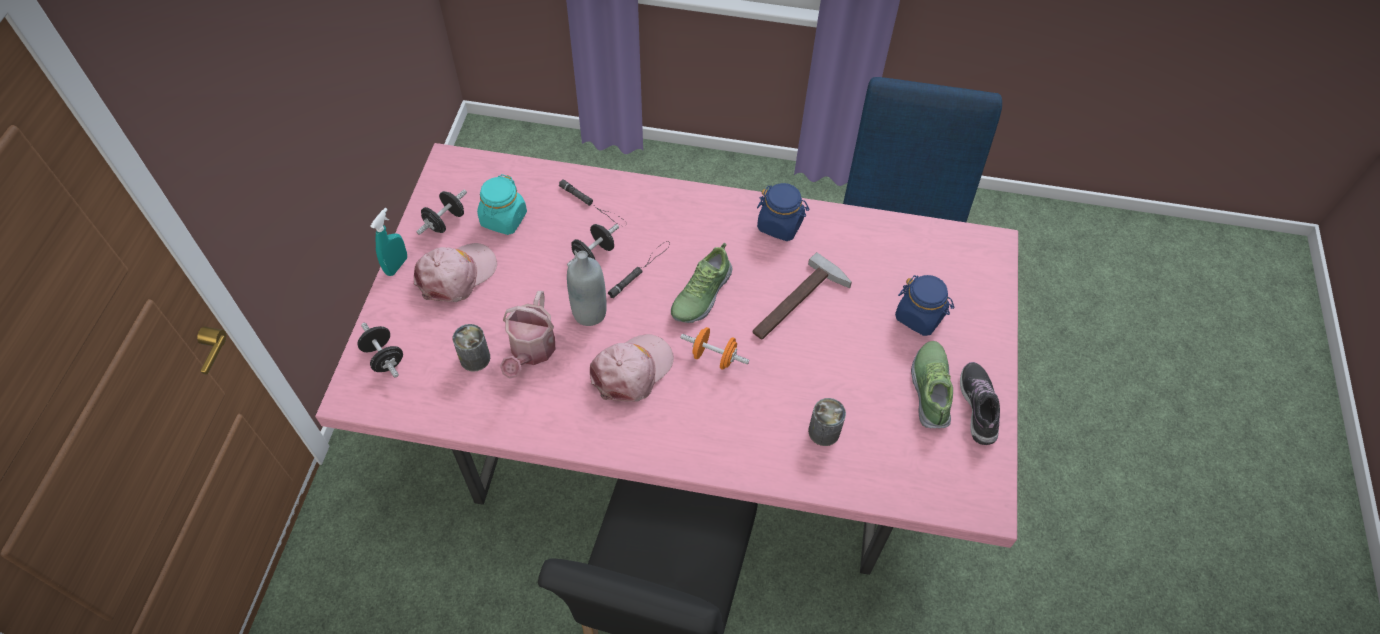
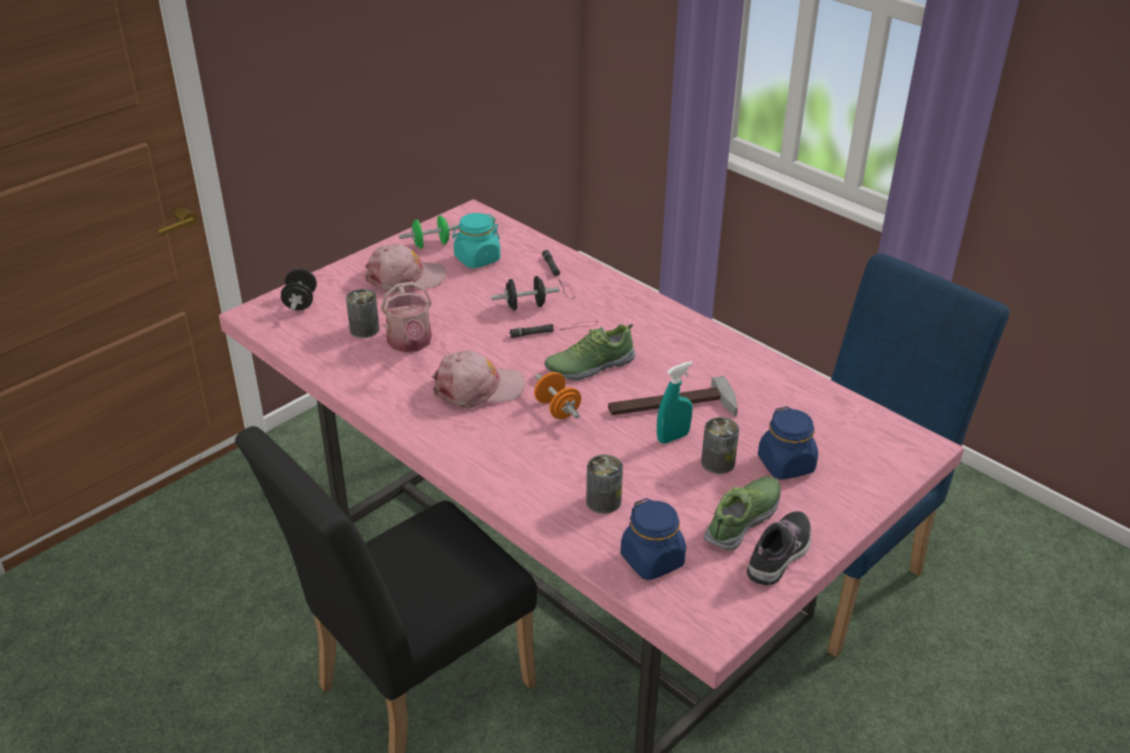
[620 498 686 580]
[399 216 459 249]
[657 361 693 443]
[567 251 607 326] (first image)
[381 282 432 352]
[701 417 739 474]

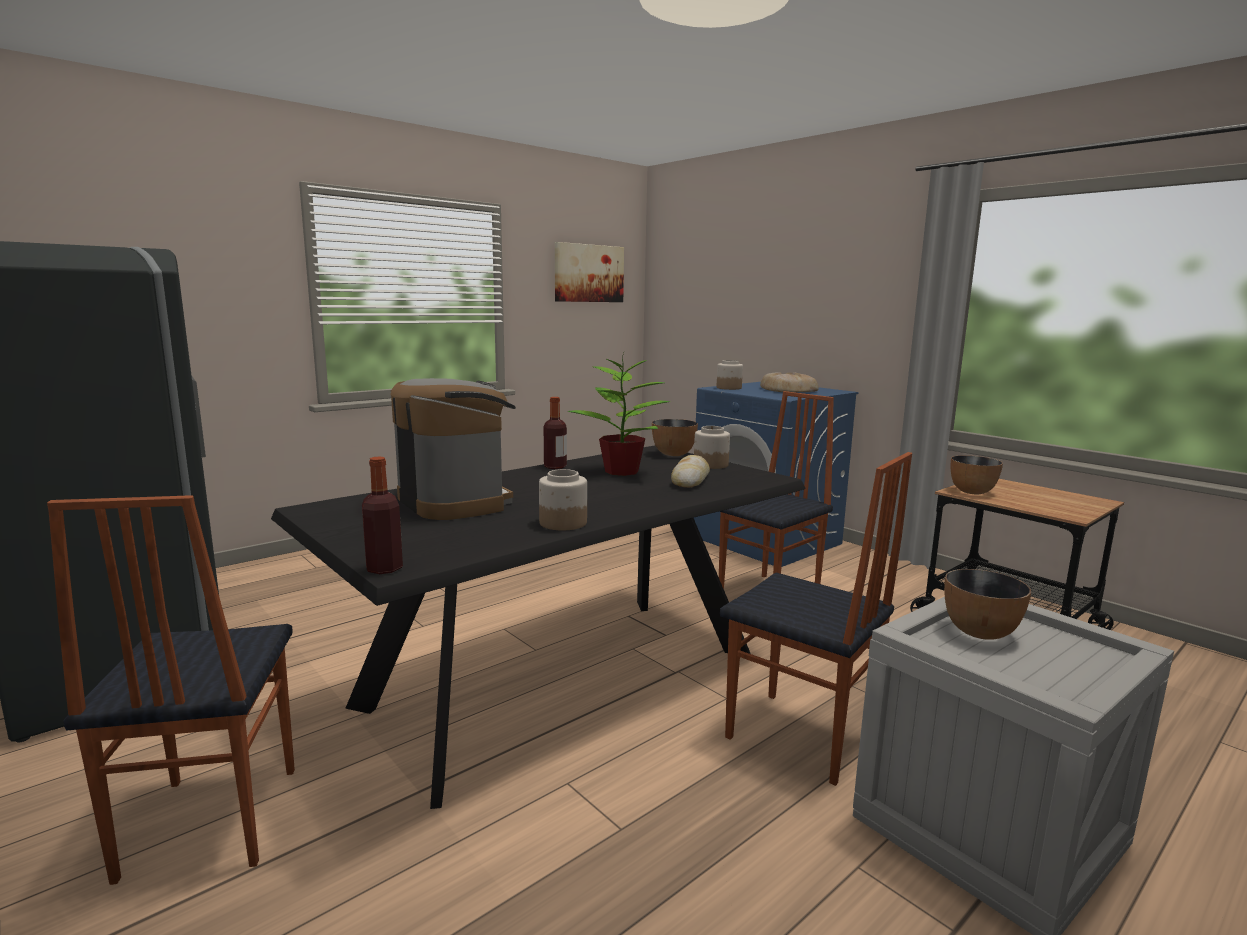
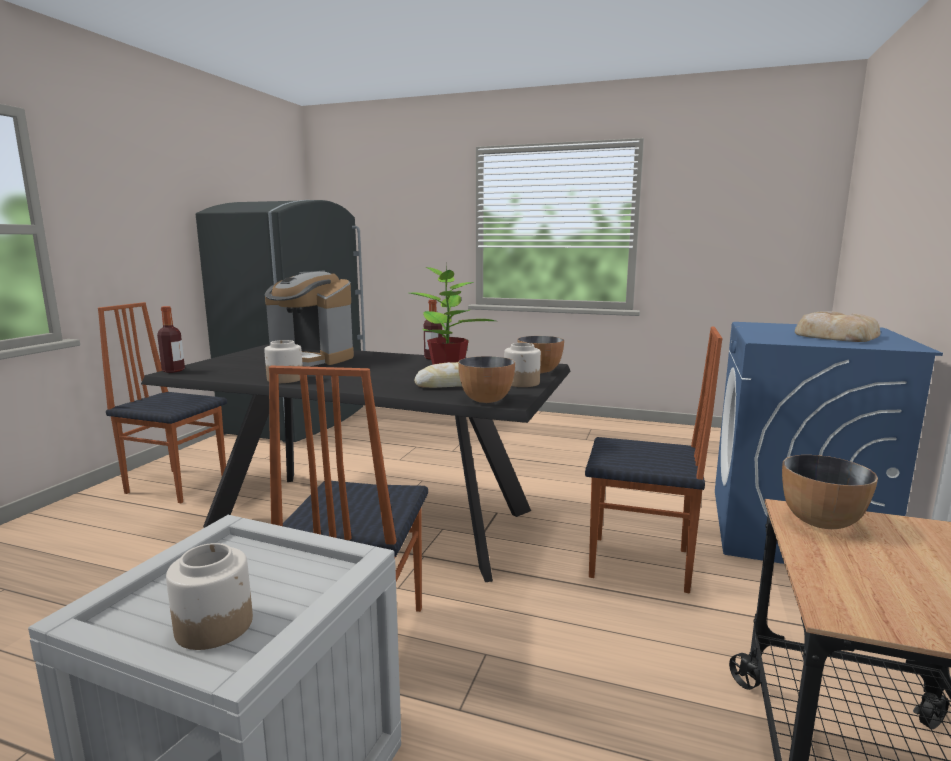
[555 242 624 302] (first image)
[166 543 253 650]
[264 272 354 366]
[98 302 227 503]
[458 356 515 403]

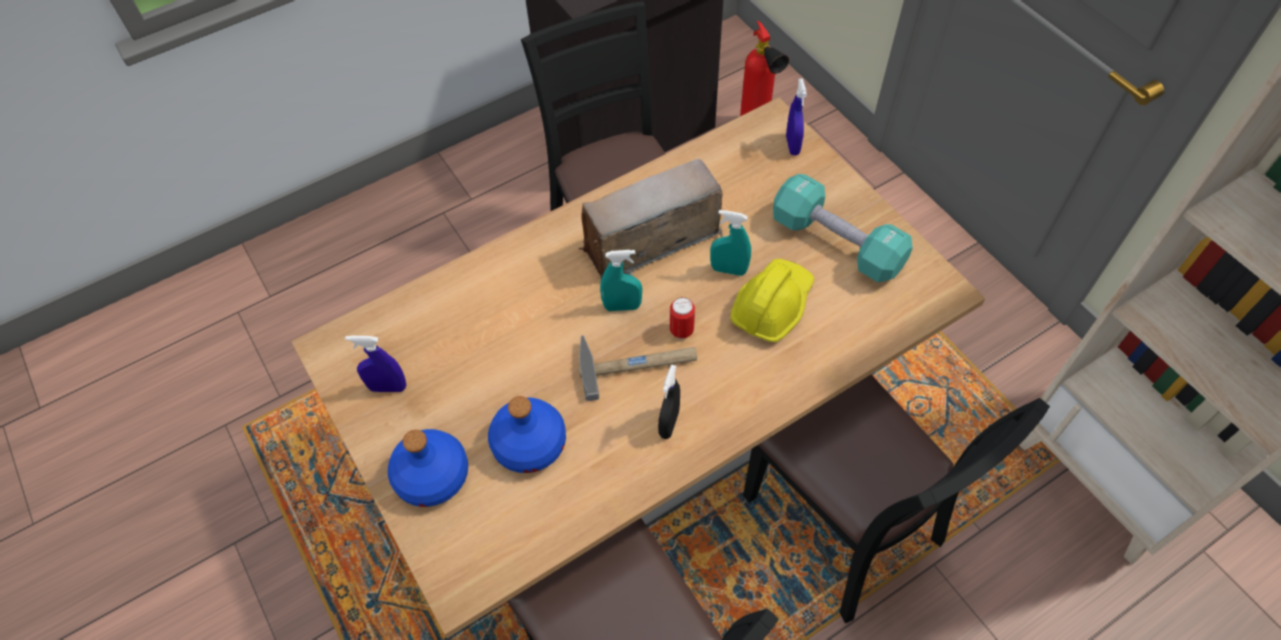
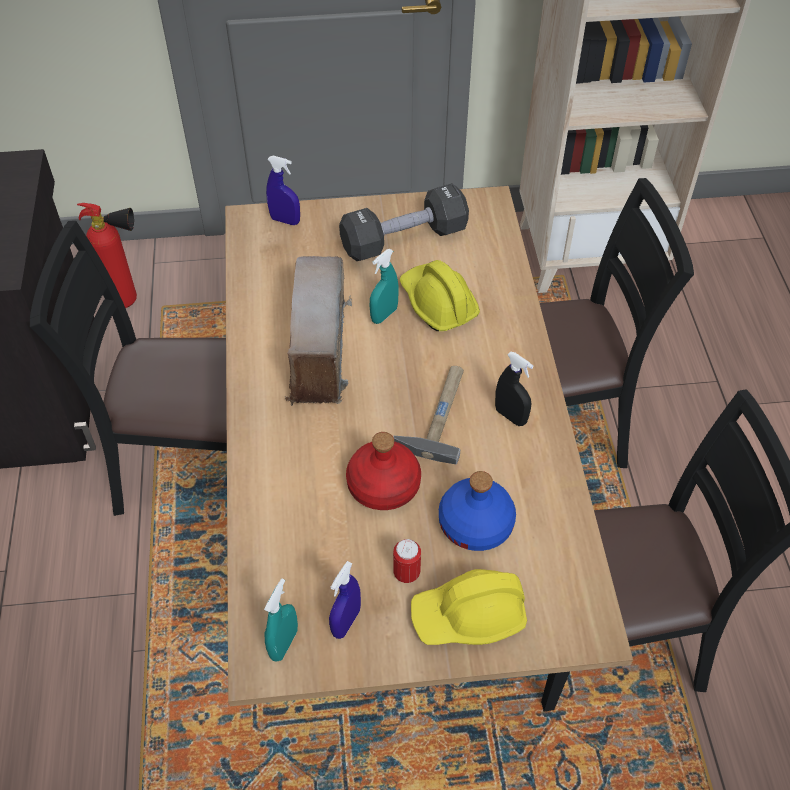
[339 183 469 261]
[264 579 298 662]
[393 539 421 583]
[411 569 527 645]
[346 432 421 510]

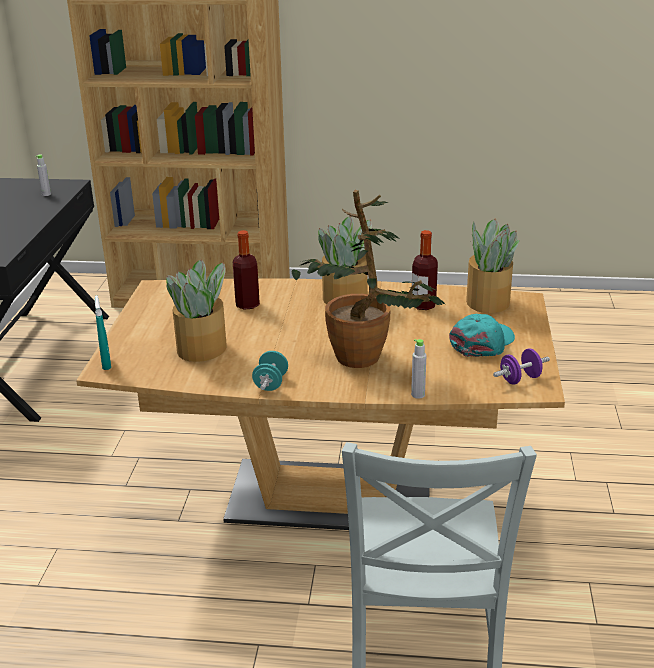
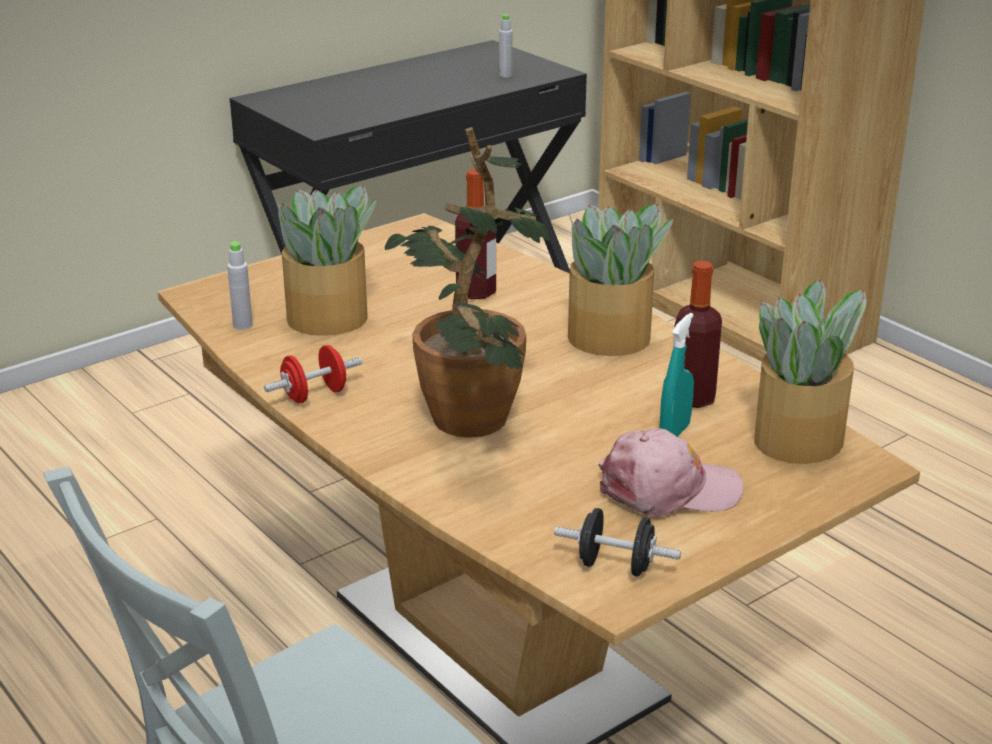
[659 313 694 437]
[598 428 744 517]
[227 240 253 330]
[554 508 681 576]
[264 345 362 403]

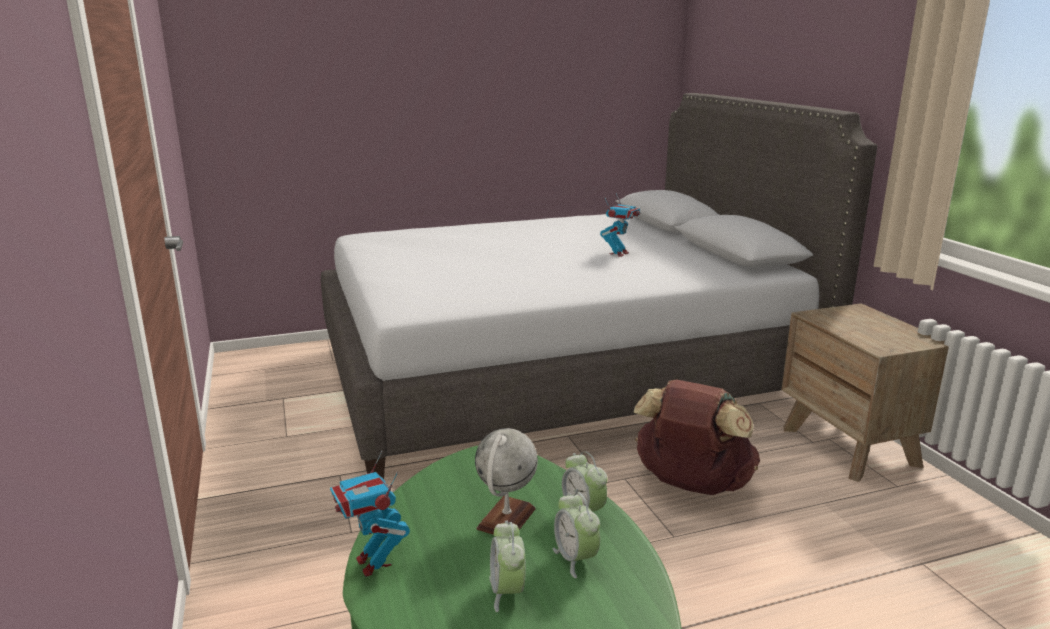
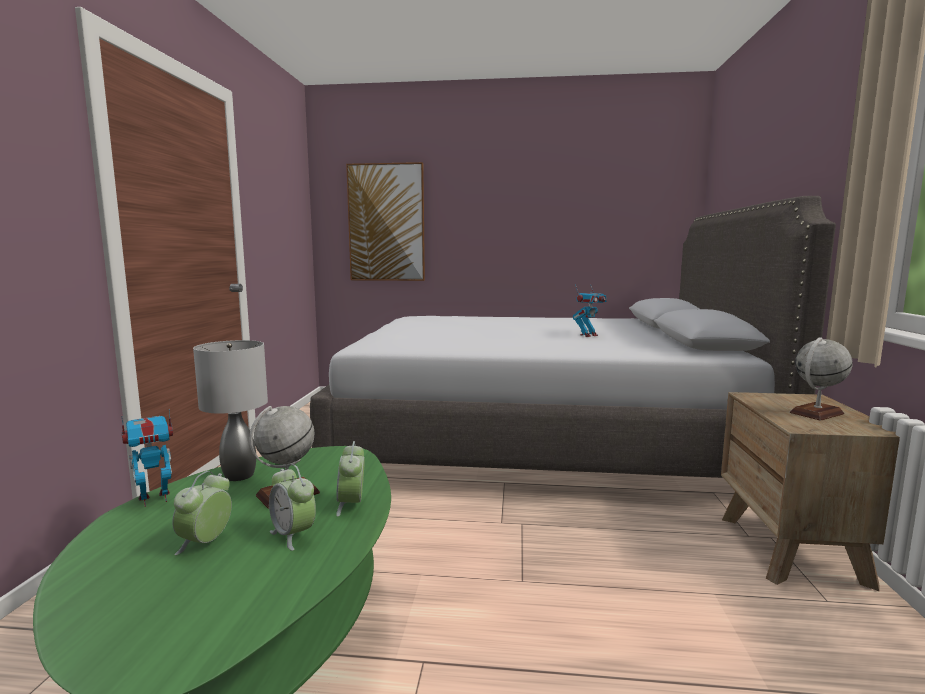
[633 380 760 495] (first image)
[121 409 173 507]
[269 464 316 551]
[346 162 425 281]
[789 337 853 421]
[193 340 268 481]

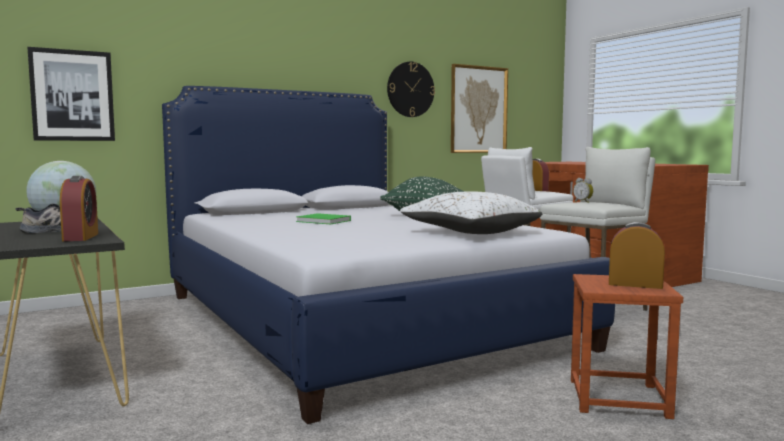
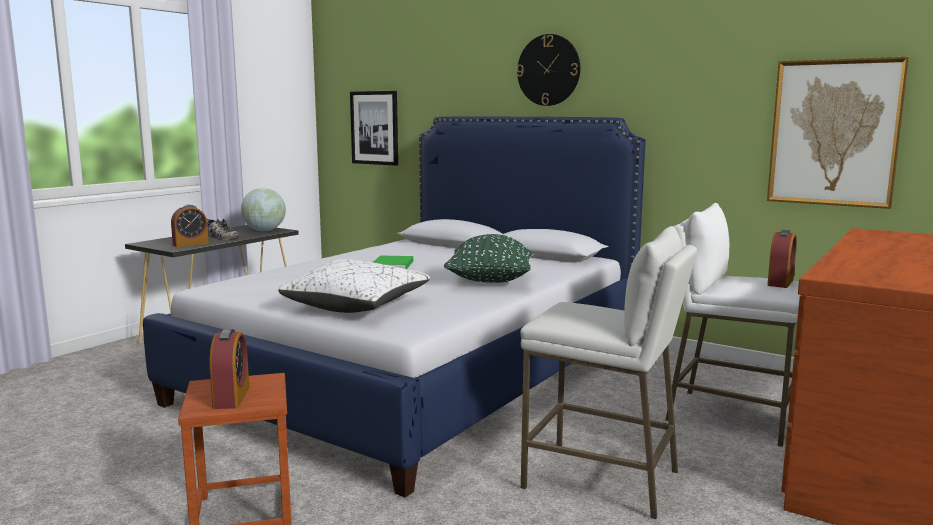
[517 34 580 106]
[573 178 594 203] (first image)

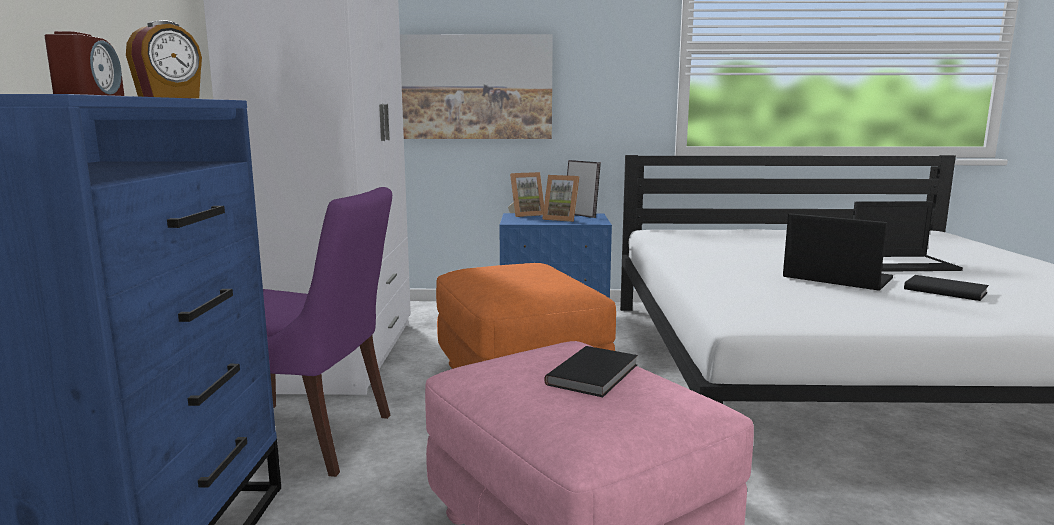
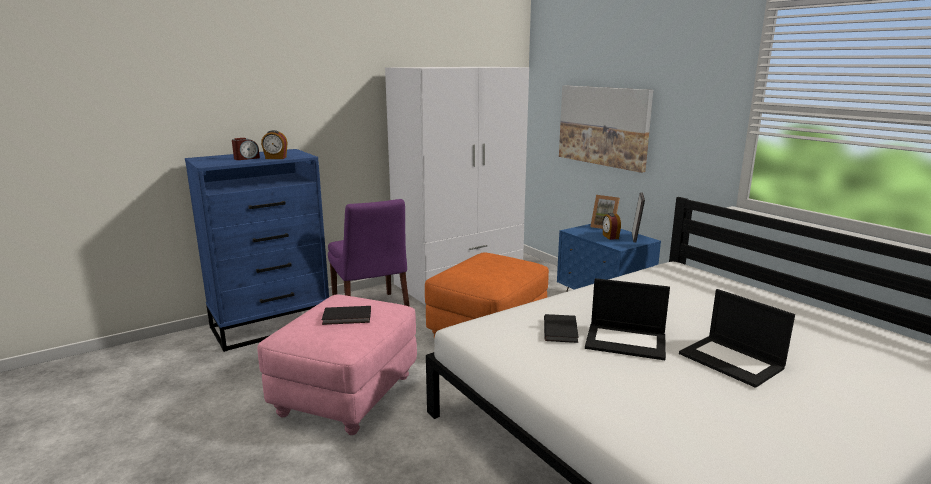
[602 213 621 240]
[585 278 670 360]
[544 314 579 343]

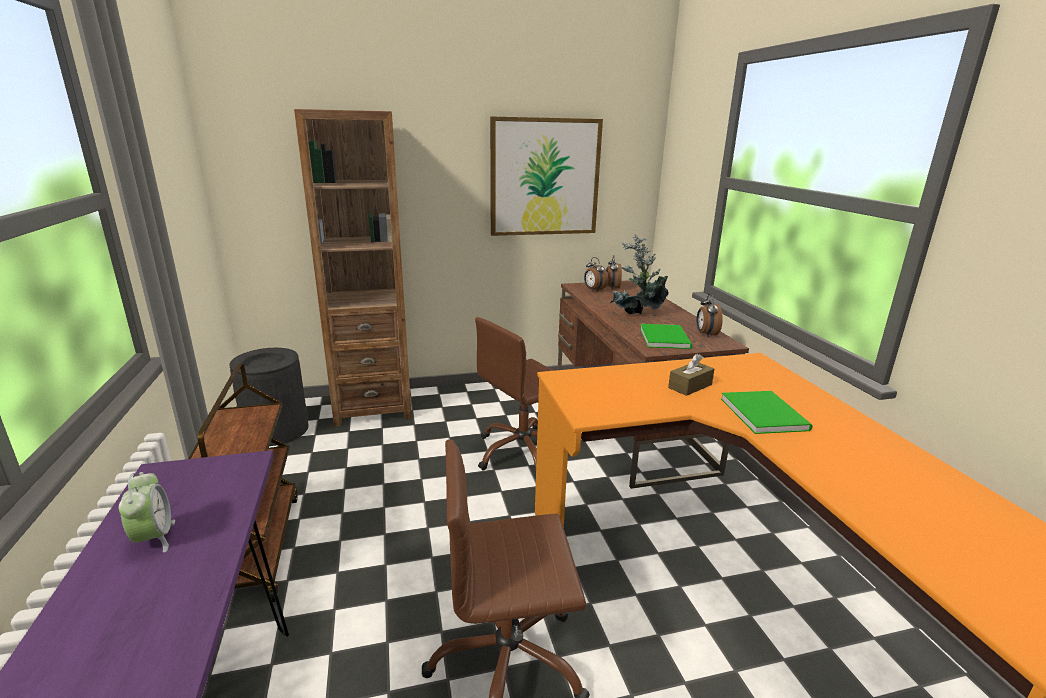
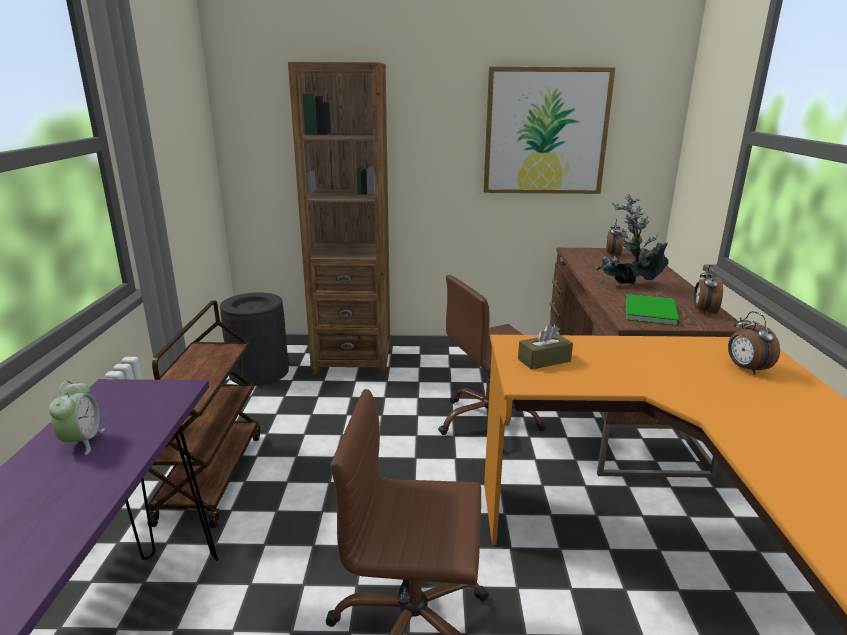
[728 311 780 375]
[518 324 573 370]
[721 391 813 434] (first image)

